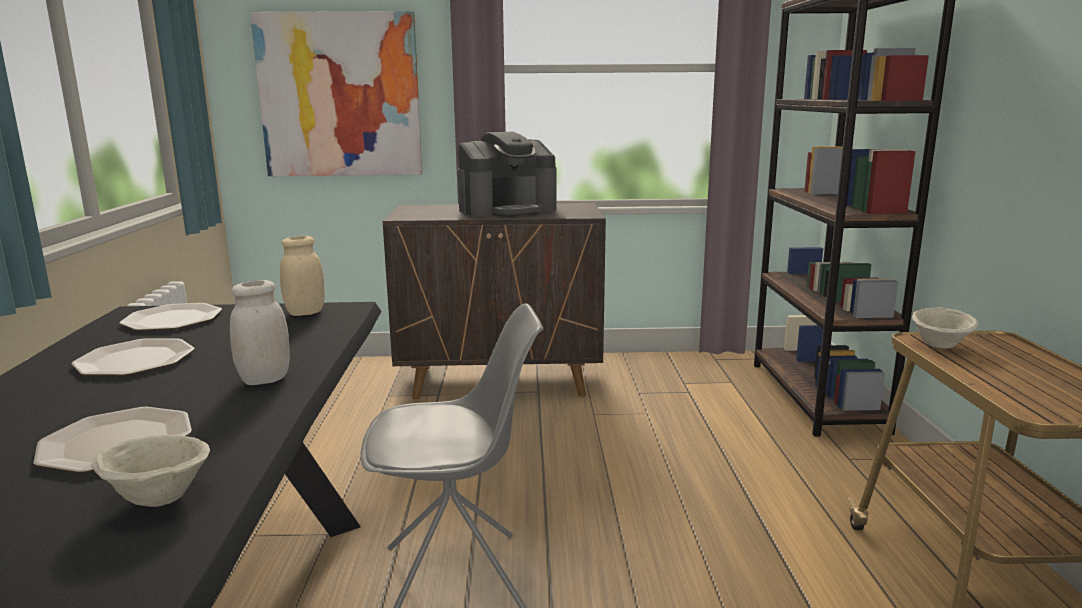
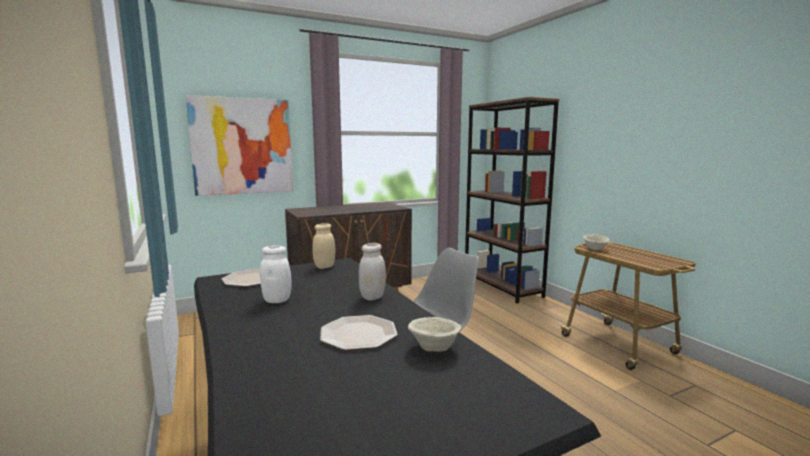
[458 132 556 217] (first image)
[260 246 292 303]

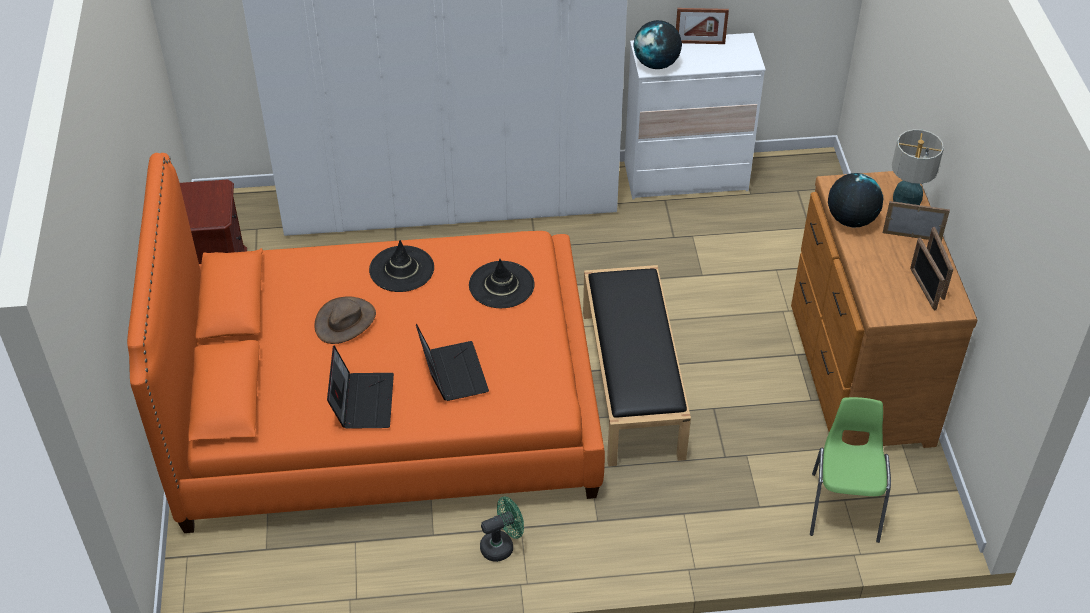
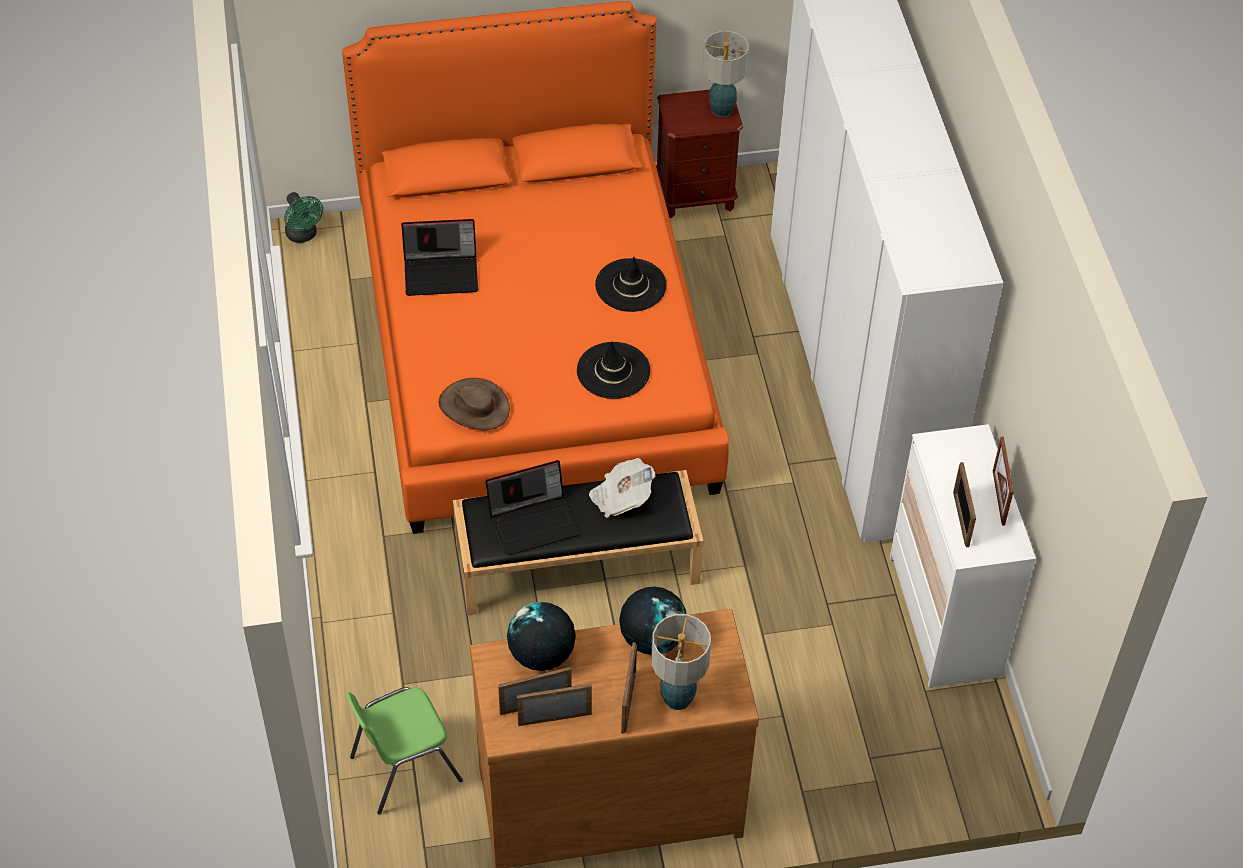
[507 602 576 671]
[439 378 510 430]
[485 460 579 556]
[345 687 463 815]
[284 192 323 243]
[703 31 749 117]
[589 458 656 518]
[953 462 976 547]

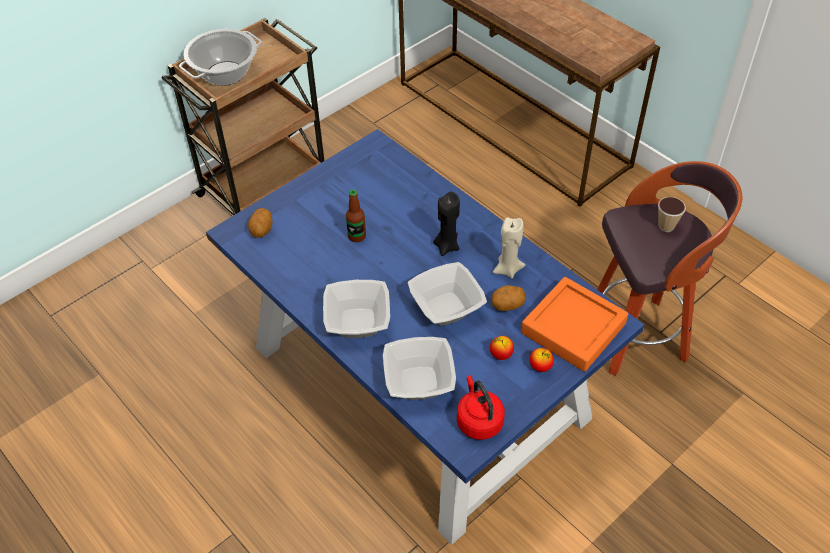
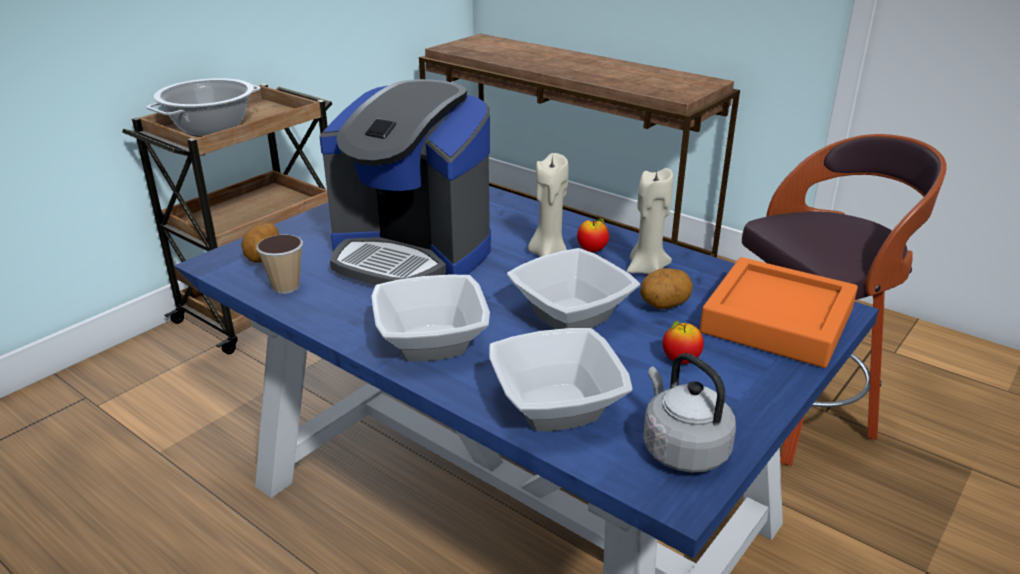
[320 79 491 285]
[528 153 568 257]
[256 234 303 294]
[577 218 609 252]
[643 353 736 473]

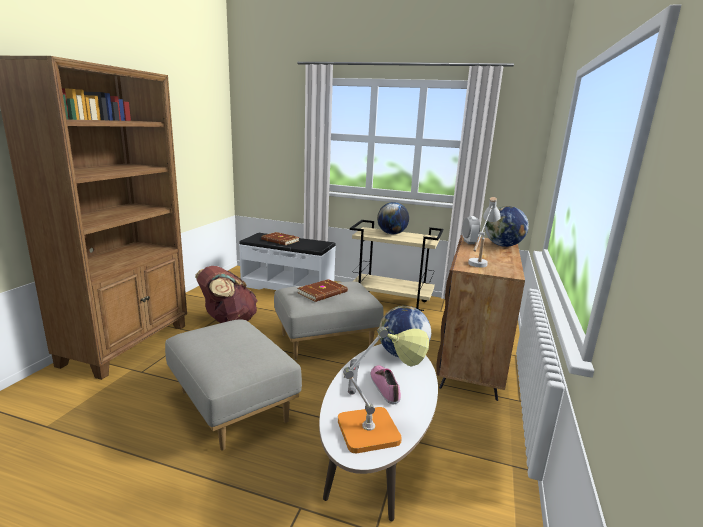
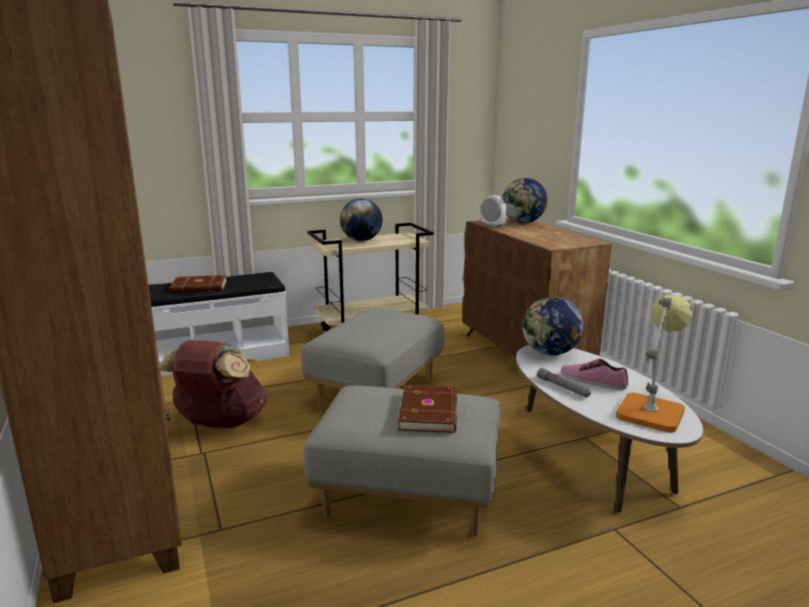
[468 197 501 267] (first image)
[398 385 457 433]

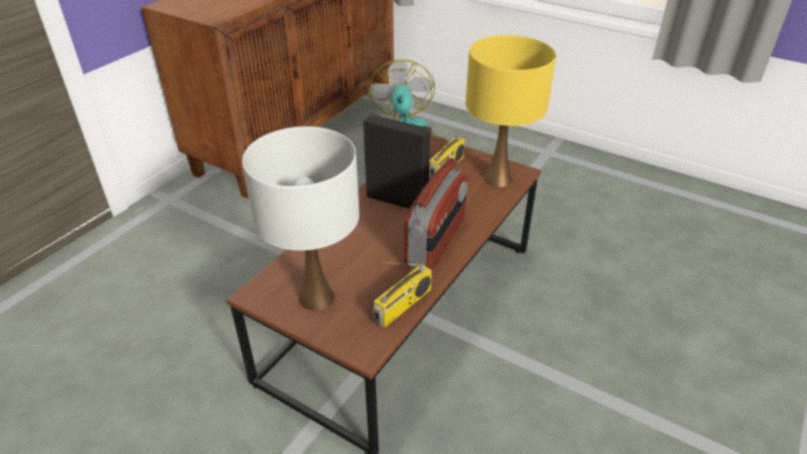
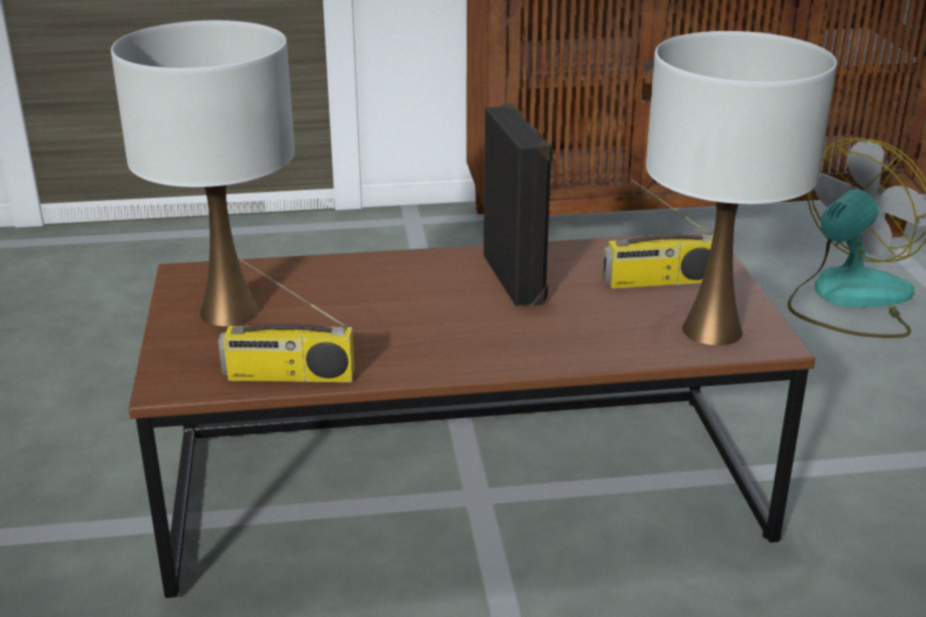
[646 31 837 346]
[404 158 467 270] (first image)

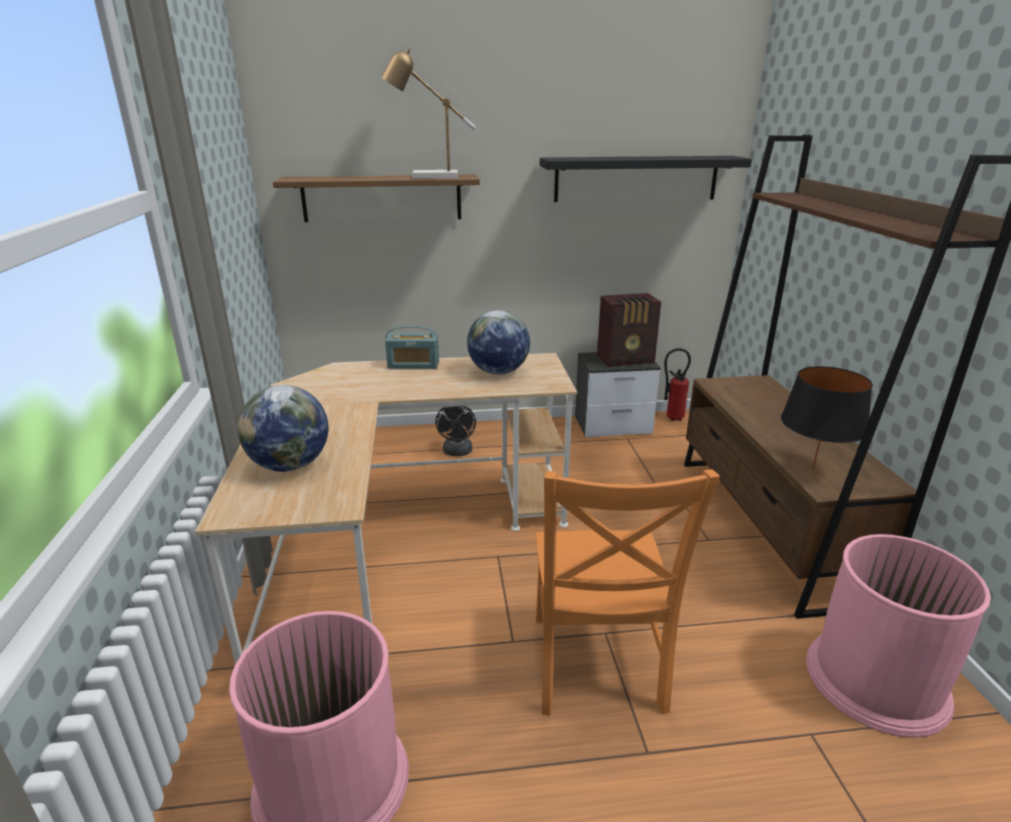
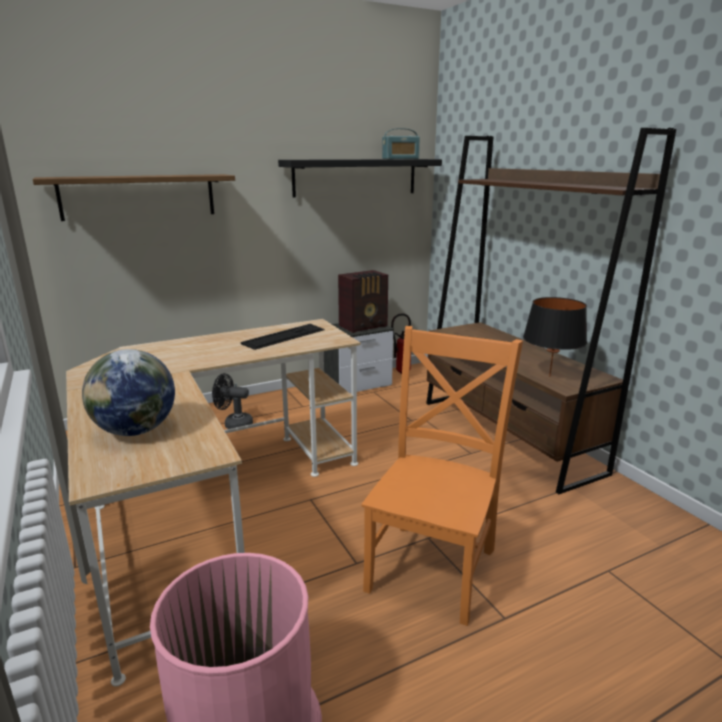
[381 48 476 179] (first image)
[241 324 325 350]
[382 128 420 159]
[212 373 253 429]
[362 326 523 626]
[806 534 991 738] (first image)

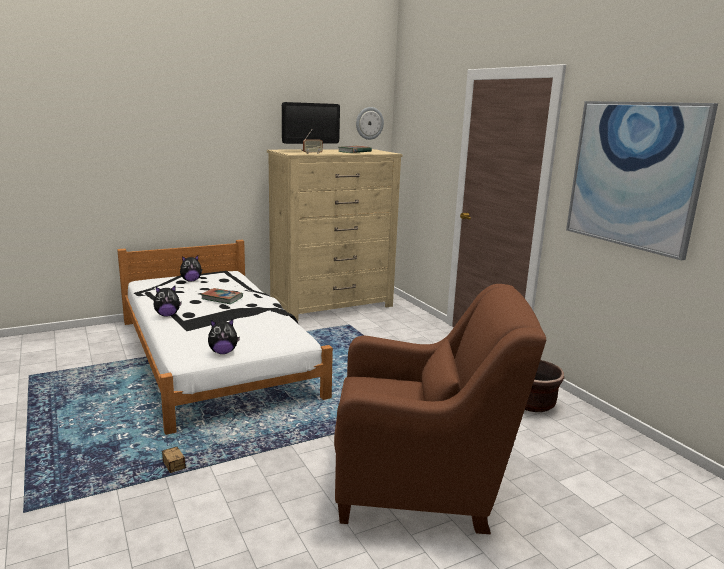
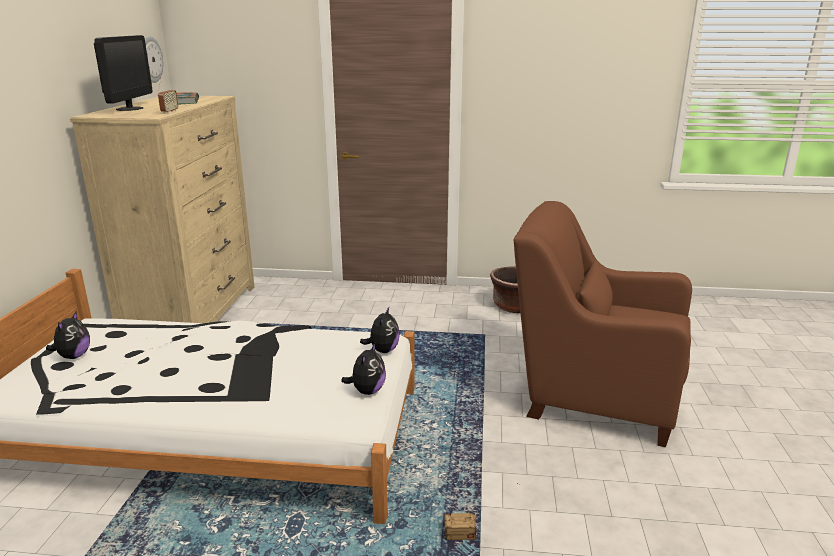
[566 101 718 260] (first image)
[514 201 692 447]
[360 307 400 353]
[201 288 243 304] (first image)

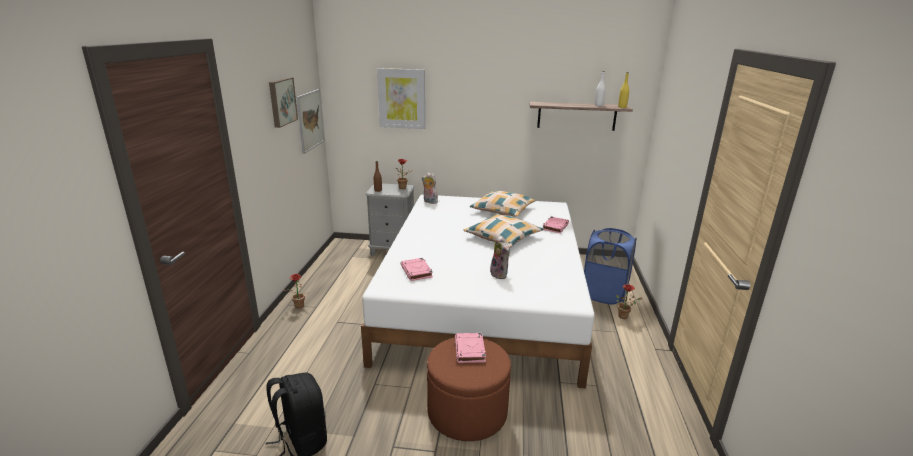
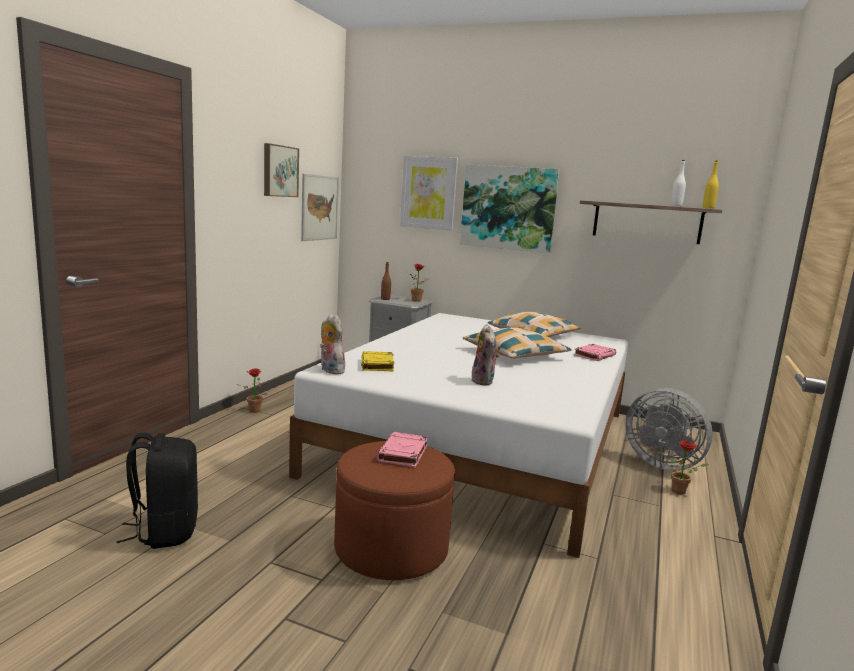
[320 314 345 374]
[625 388 713 471]
[361 351 394 371]
[460 165 560 253]

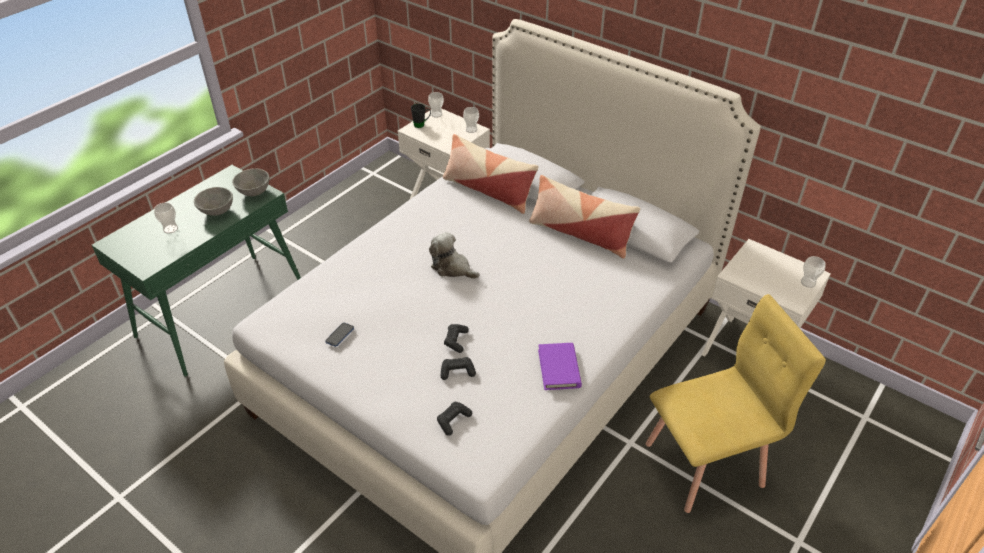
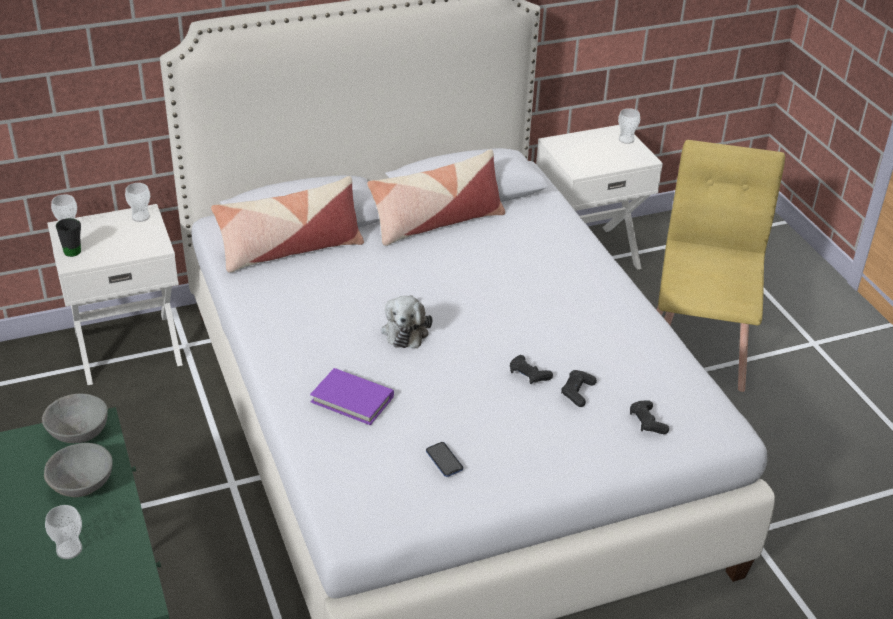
[381 295 432 348]
[310 368 394 425]

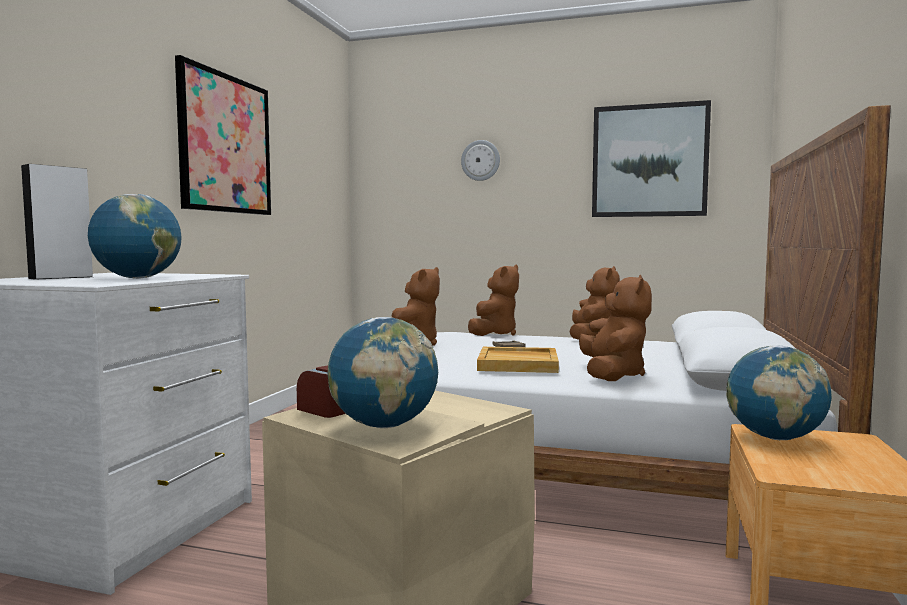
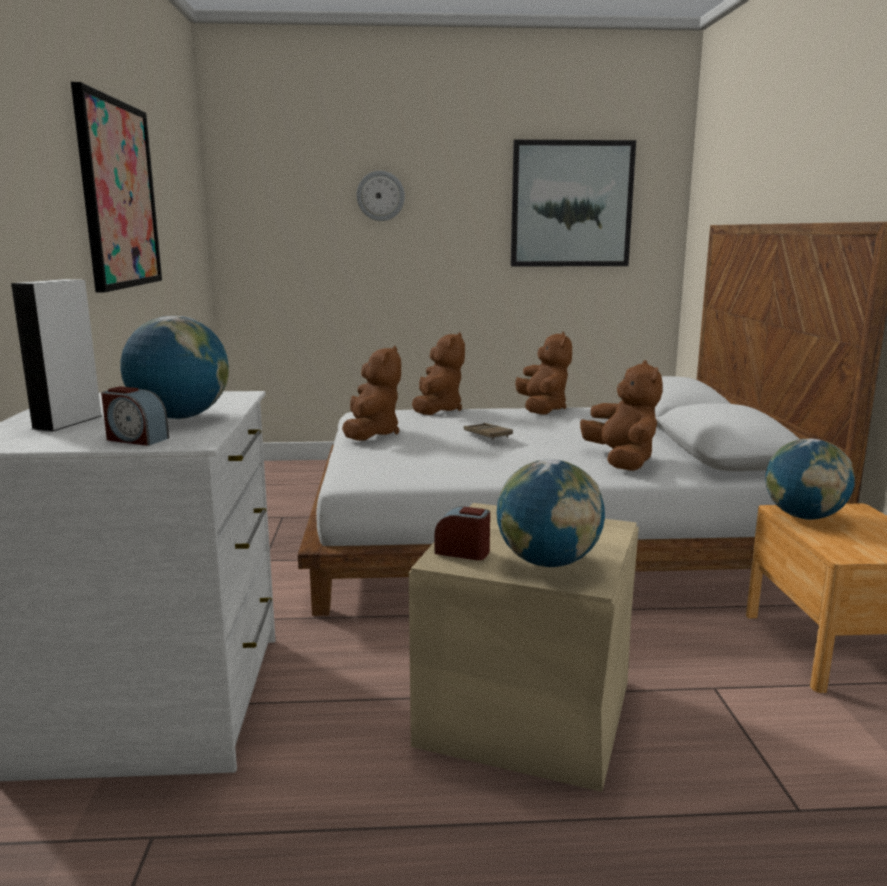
[477 347 559 373] (first image)
[101 386 169 446]

